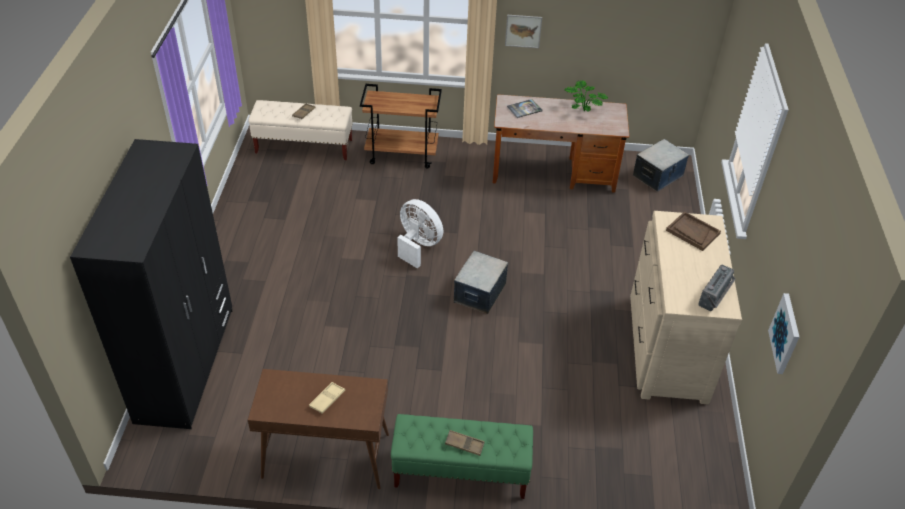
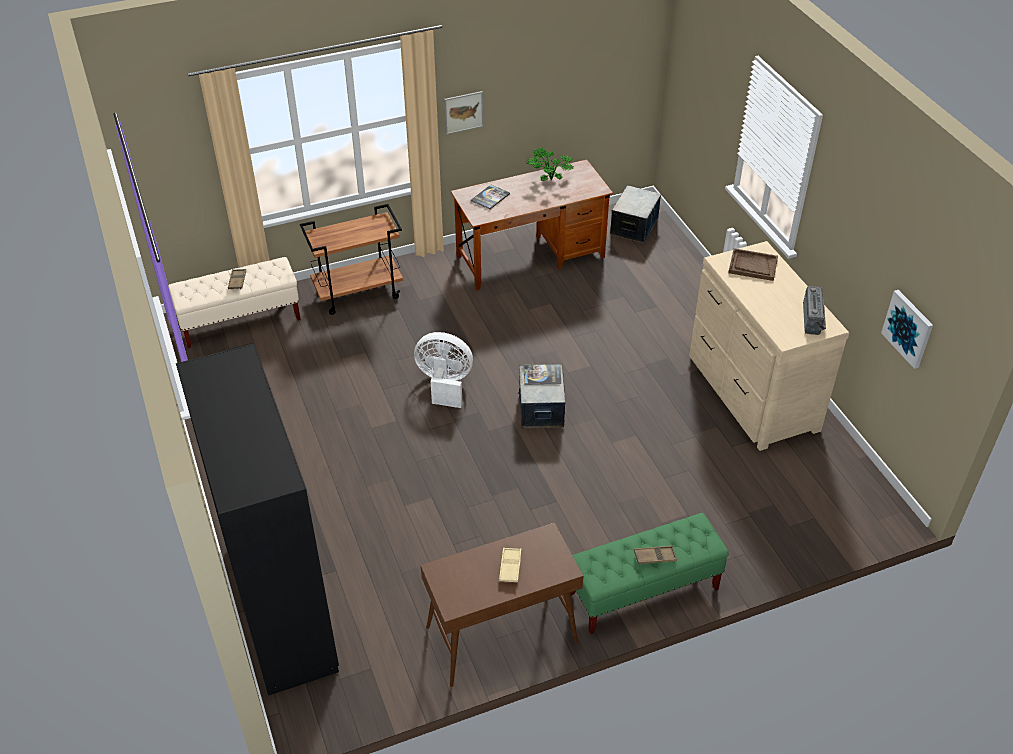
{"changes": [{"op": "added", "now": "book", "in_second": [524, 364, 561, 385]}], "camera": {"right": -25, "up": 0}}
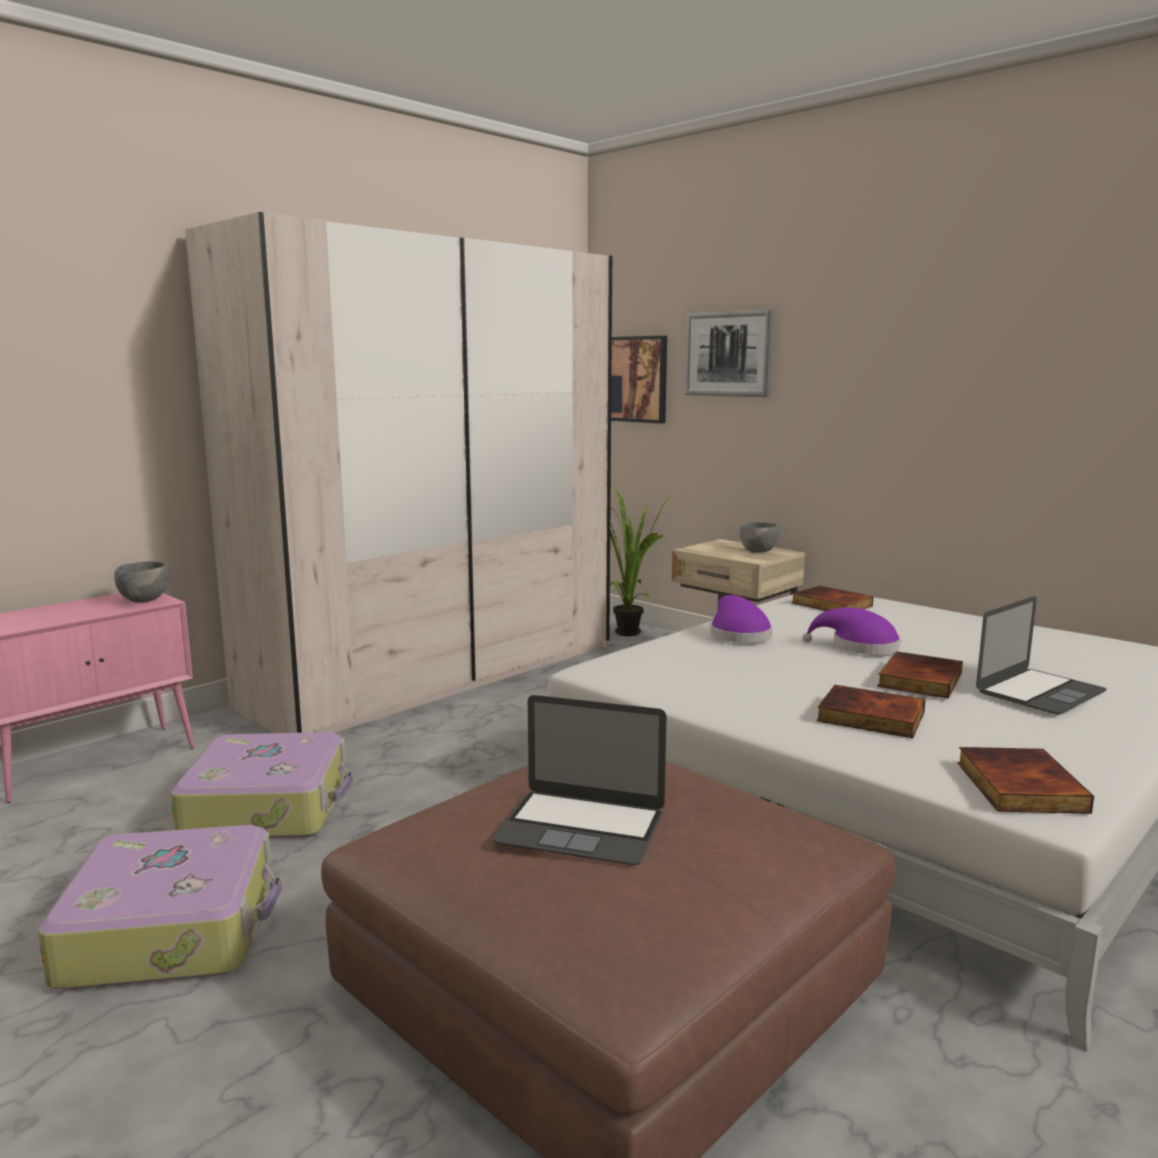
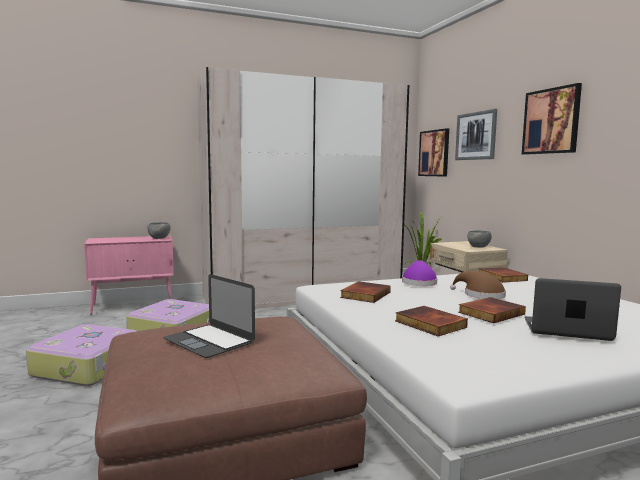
{"changes": [{"op": "recoloured", "was": "hat in purple", "now": "hat in brown", "in_first": [802, 607, 900, 654], "in_second": [450, 271, 506, 299]}, {"op": "moved", "was": "book", "in_first": [957, 747, 1094, 814], "in_second": [340, 281, 391, 303]}, {"op": "turned", "was": "laptop", "in_first": [976, 596, 1107, 714], "in_second": [525, 278, 621, 341], "clockwise": -150}, {"op": "added", "now": "picture", "in_second": [522, 83, 582, 155]}], "camera": {"right": 25, "up": -5}}
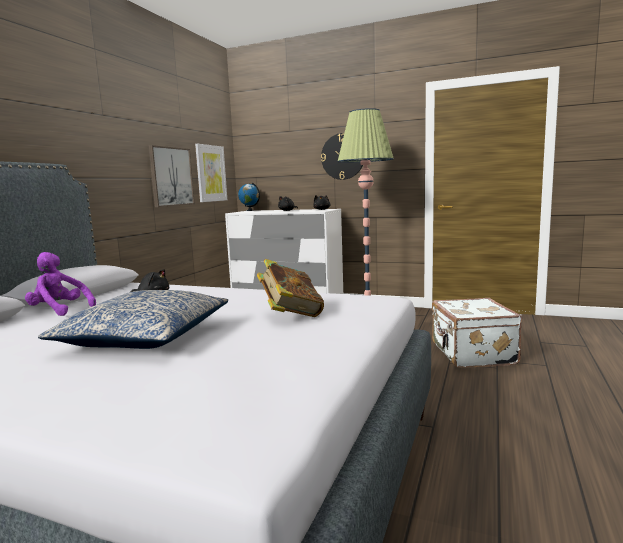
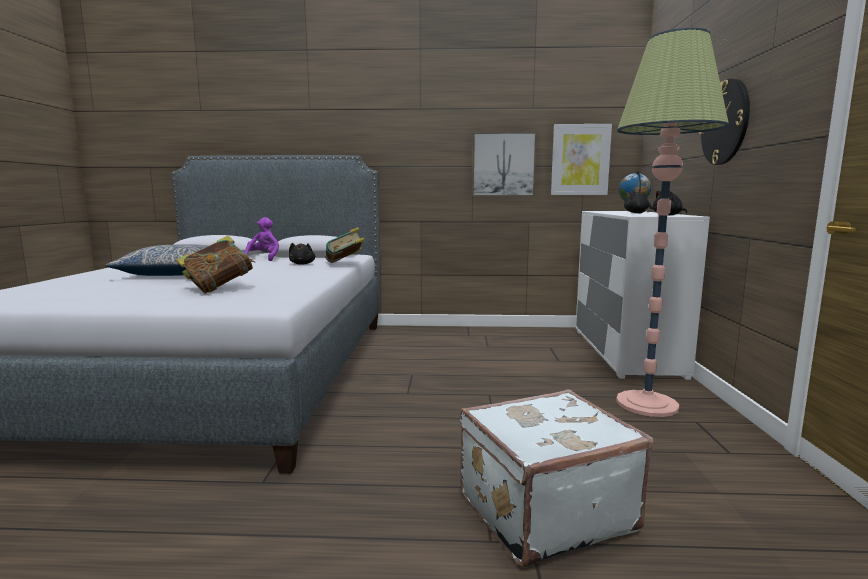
{"changes": [{"op": "added", "now": "book", "in_second": [325, 227, 365, 263]}], "camera": {"right": 70, "up": 0}}
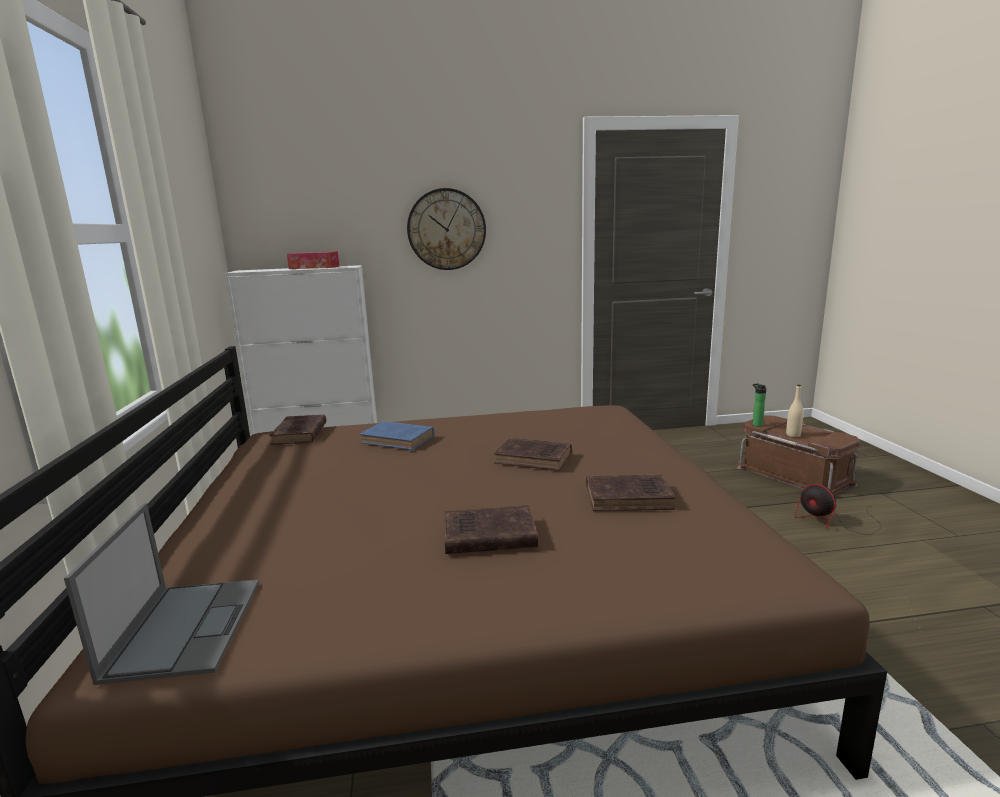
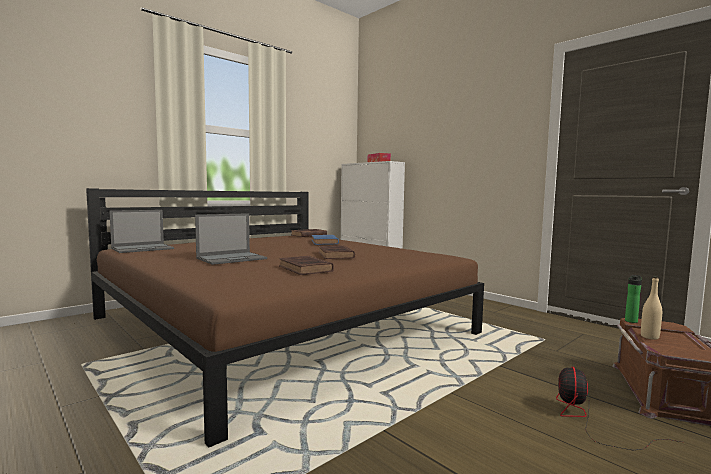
{"changes": [{"op": "removed", "was": "wall clock", "in_first": [407, 188, 486, 270]}, {"op": "replaced", "was": "book in brown", "now": "laptop", "in_first": [445, 505, 538, 554], "in_second": [195, 213, 267, 265]}], "camera": {"right": 55, "up": -10}}
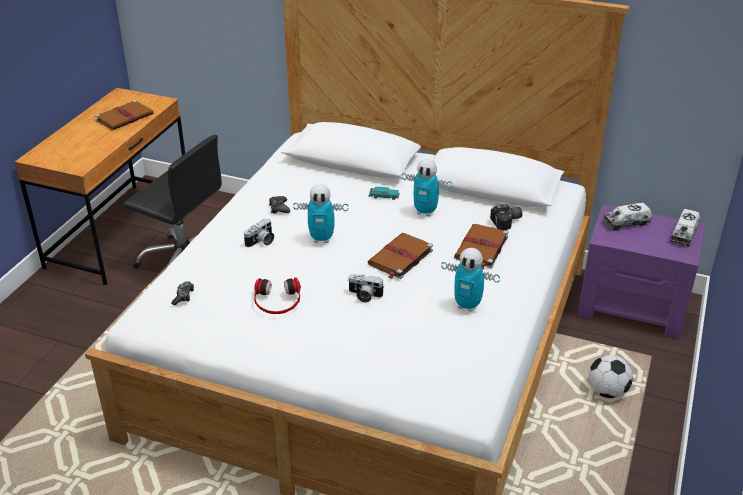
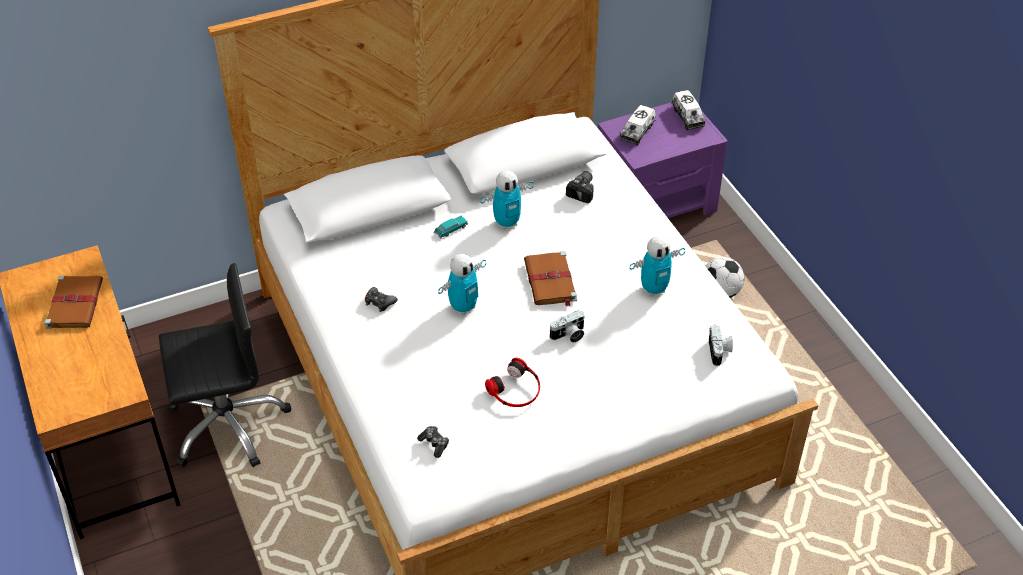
{"changes": [{"op": "moved", "was": "photo camera", "in_first": [244, 219, 274, 247], "in_second": [709, 325, 733, 366]}, {"op": "removed", "was": "book in brown", "in_first": [454, 224, 509, 269]}], "camera": {"right": -45, "up": 10}}
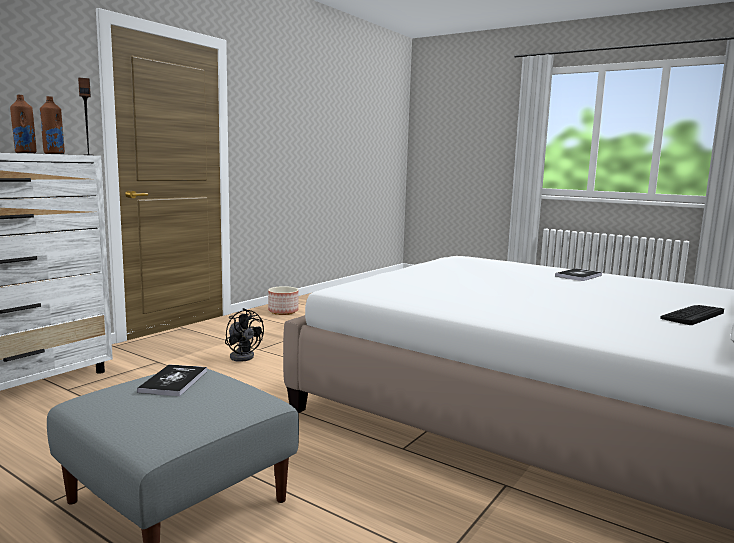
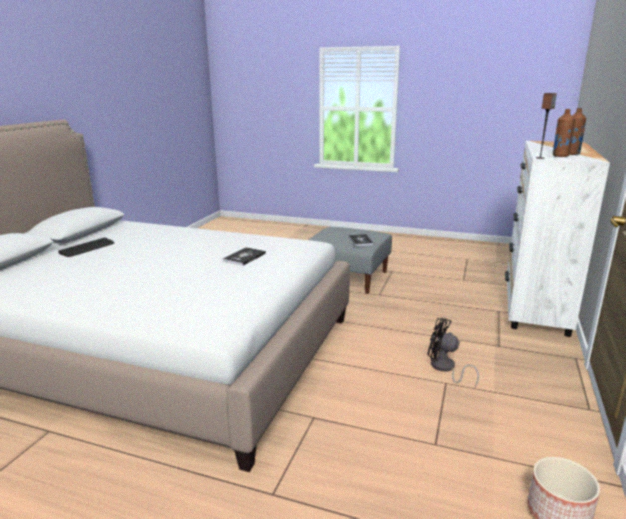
{"changes": [{"op": "moved", "was": "book", "in_first": [555, 268, 602, 281], "in_second": [223, 247, 266, 266]}], "camera": {"right": 165, "up": 10}}
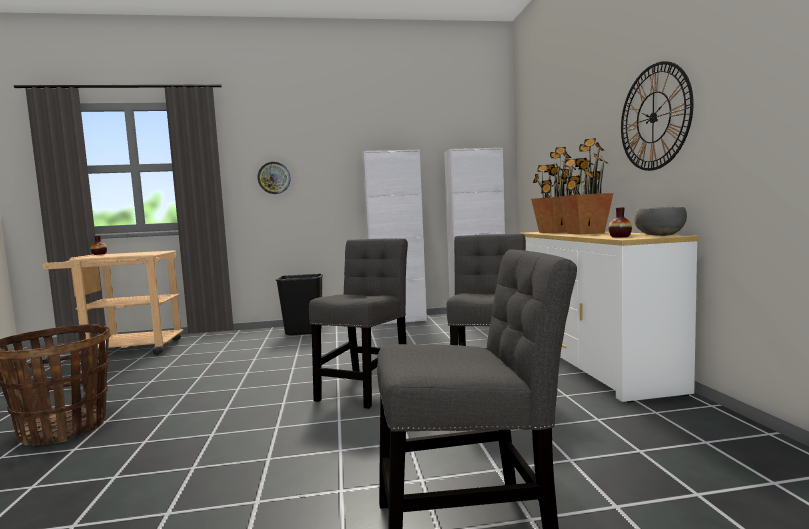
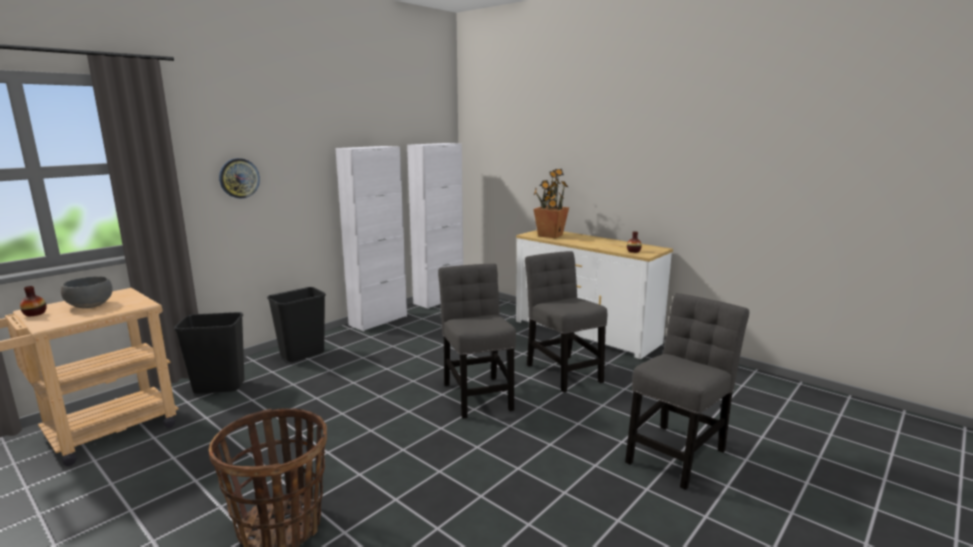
{"changes": [{"op": "removed", "was": "potted plant", "in_first": [559, 138, 613, 234]}, {"op": "removed", "was": "wall clock", "in_first": [621, 61, 693, 171]}, {"op": "moved", "was": "bowl in grey", "in_first": [634, 207, 687, 236], "in_second": [61, 276, 113, 308]}, {"op": "added", "now": "trash can in black", "in_second": [174, 312, 245, 394]}], "camera": {"right": -40, "up": 10}}
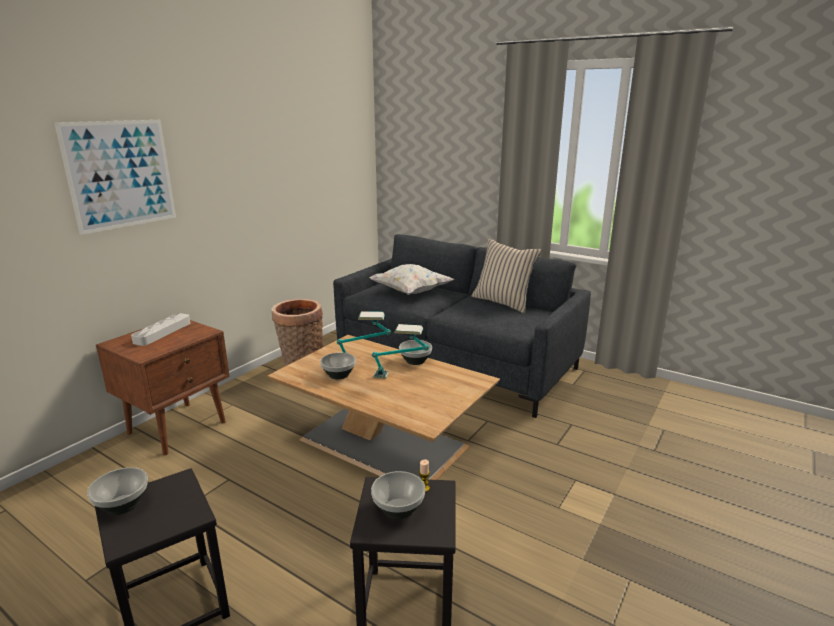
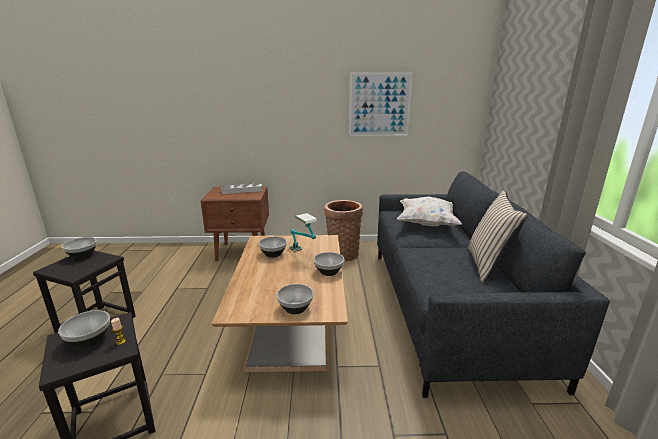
{"changes": [{"op": "moved", "was": "picture", "in_first": [55, 120, 176, 235], "in_second": [349, 72, 413, 136]}, {"op": "removed", "was": "table lamp", "in_first": [372, 324, 429, 379]}, {"op": "added", "now": "bowl", "in_second": [276, 284, 314, 314]}], "camera": {"right": 55, "up": 0}}
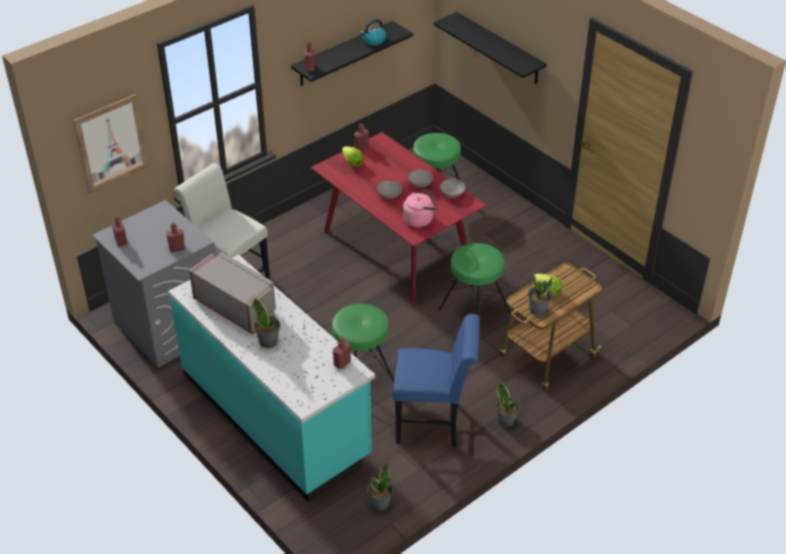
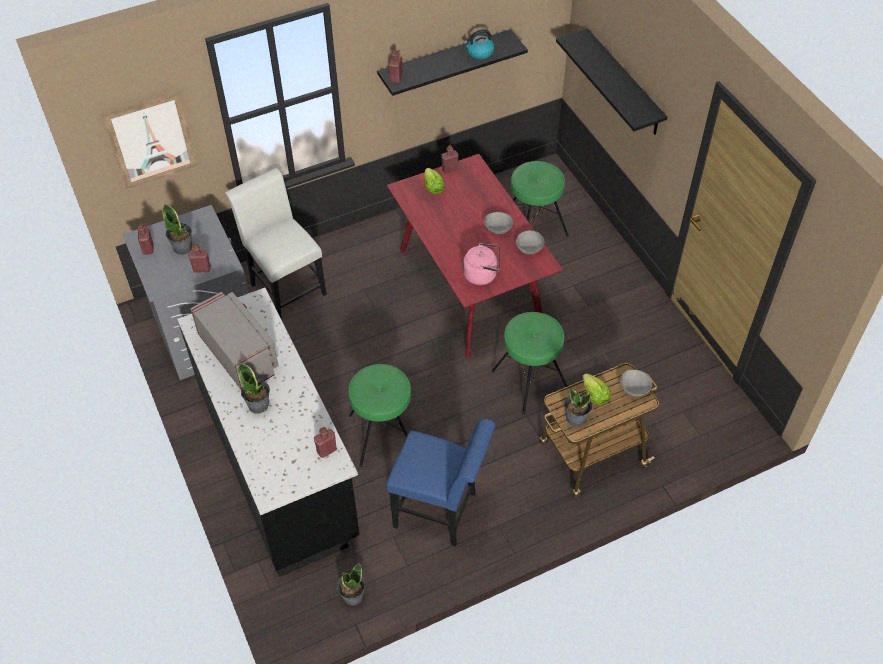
{"changes": [{"op": "recoloured", "was": "counter in turquoise", "now": "counter in black", "in_first": [168, 255, 375, 502], "in_second": [177, 288, 360, 577]}, {"op": "moved", "was": "bowl in grey", "in_first": [377, 181, 403, 199], "in_second": [620, 370, 652, 397]}, {"op": "moved", "was": "potted plant", "in_first": [496, 382, 520, 427], "in_second": [162, 203, 192, 255]}], "camera": {"right": 15, "up": 10}}
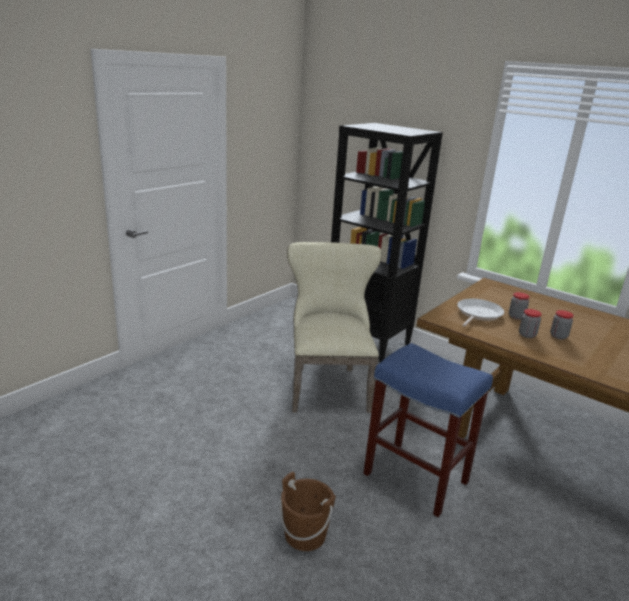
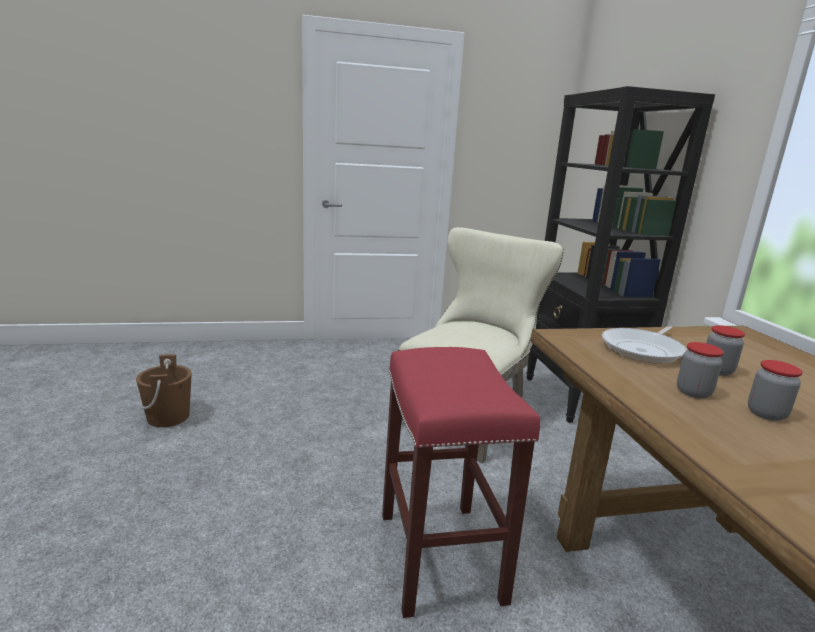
{"changes": [{"op": "moved", "was": "bucket in brown", "in_first": [280, 471, 336, 551], "in_second": [136, 354, 192, 427]}, {"op": "recoloured", "was": "stool in blue", "now": "stool in red", "in_first": [364, 343, 493, 517], "in_second": [382, 347, 540, 618]}, {"op": "turned", "was": "frying pan", "in_first": [457, 299, 504, 327], "in_second": [602, 326, 687, 363], "clockwise": 150}], "camera": {"right": 40, "up": -5}}
